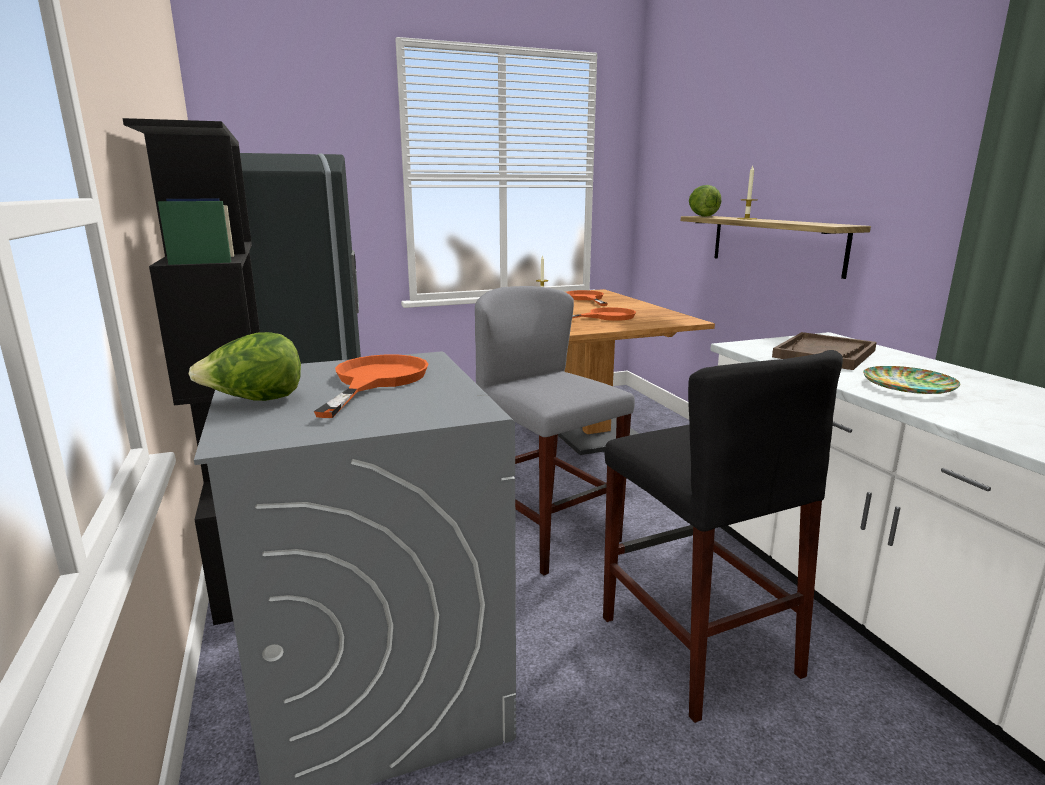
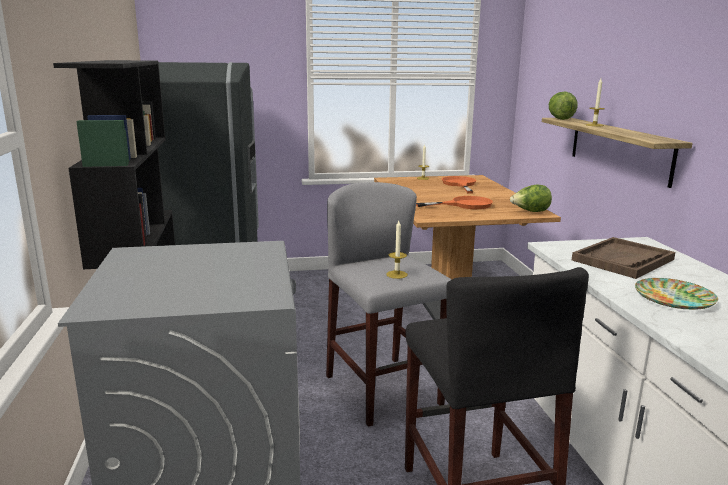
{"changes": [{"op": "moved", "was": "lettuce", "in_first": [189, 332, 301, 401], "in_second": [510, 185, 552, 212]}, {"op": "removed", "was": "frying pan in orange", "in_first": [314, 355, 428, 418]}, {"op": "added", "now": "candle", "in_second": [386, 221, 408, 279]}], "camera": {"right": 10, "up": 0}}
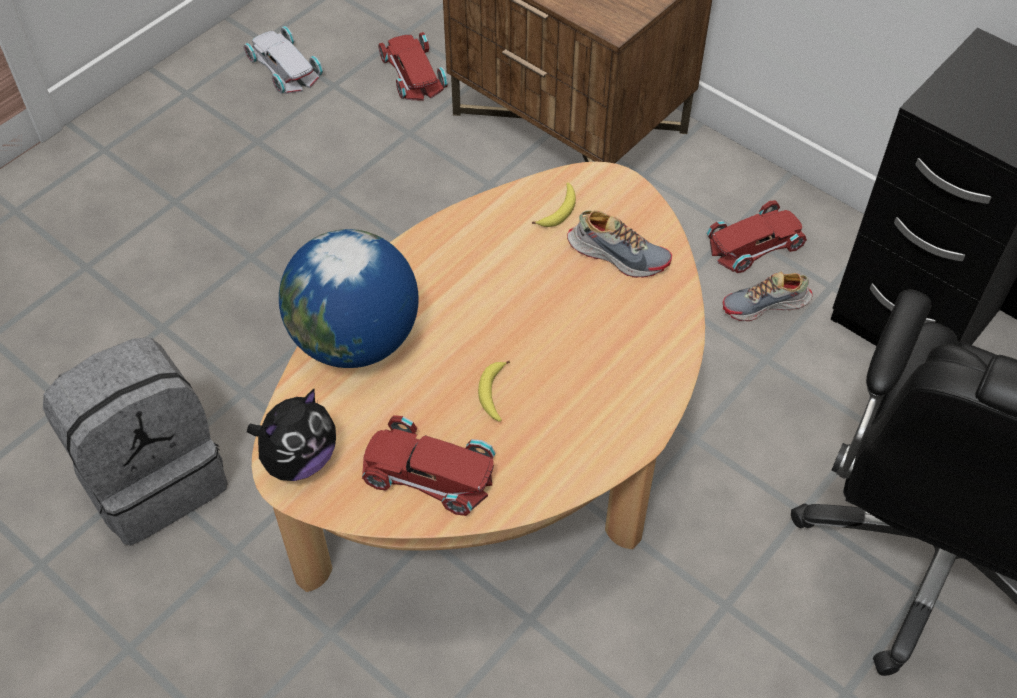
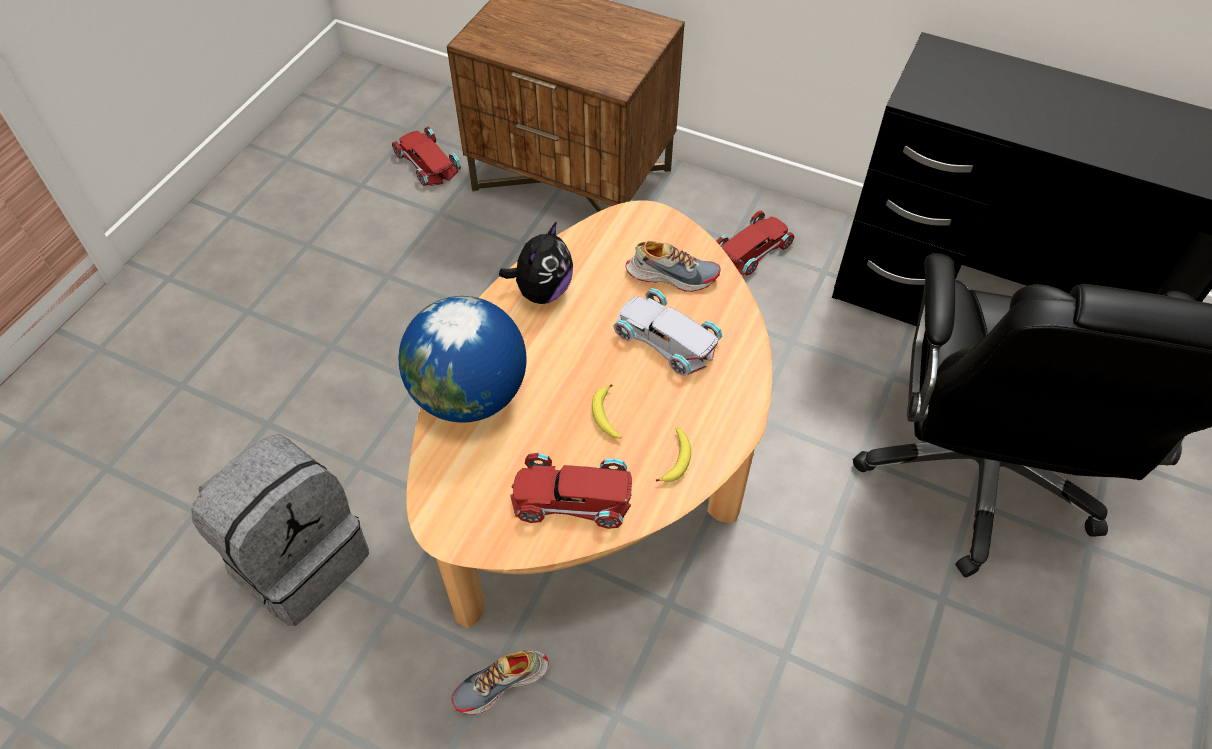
{"changes": [{"op": "moved", "was": "toy car in white", "in_first": [244, 26, 323, 94], "in_second": [614, 288, 723, 376]}, {"op": "moved", "was": "plush toy", "in_first": [247, 388, 336, 481], "in_second": [499, 221, 573, 304]}, {"op": "moved", "was": "banana", "in_first": [532, 183, 576, 227], "in_second": [656, 427, 691, 482]}, {"op": "moved", "was": "shoe", "in_first": [723, 272, 813, 321], "in_second": [452, 651, 549, 715]}], "camera": {"right": -15, "up": 0}}
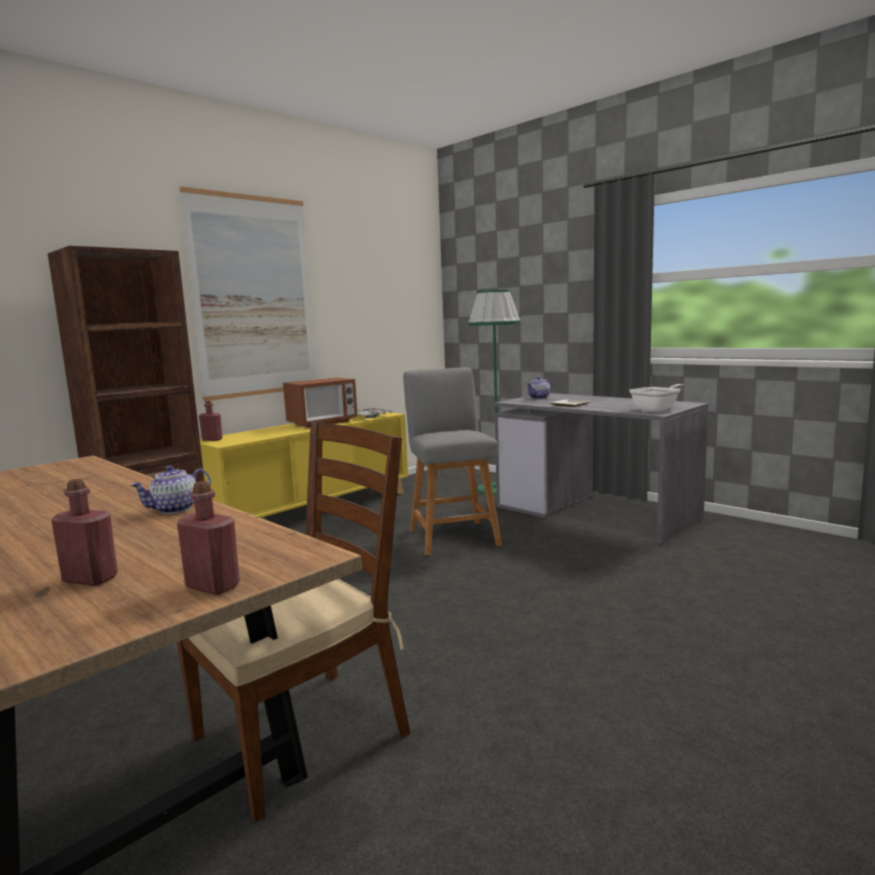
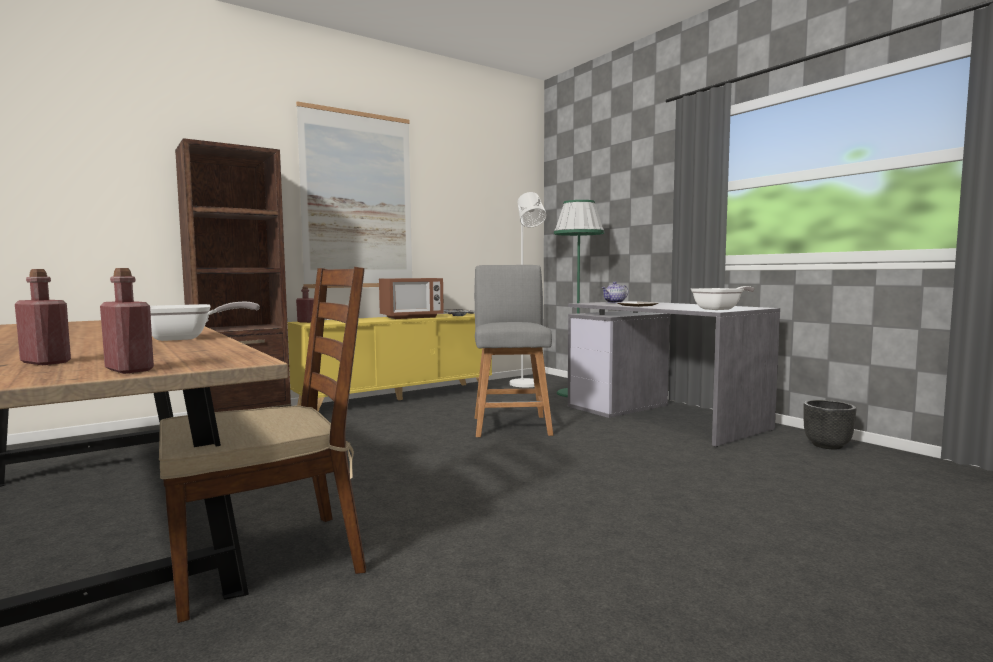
{"changes": [{"op": "replaced", "was": "teapot", "now": "frying pan", "in_first": [131, 465, 211, 514], "in_second": [150, 302, 260, 341]}, {"op": "added", "now": "floor lamp in white", "in_second": [510, 192, 547, 387]}, {"op": "added", "now": "planter in black", "in_second": [803, 400, 856, 449]}], "camera": {"right": 10, "up": -5}}
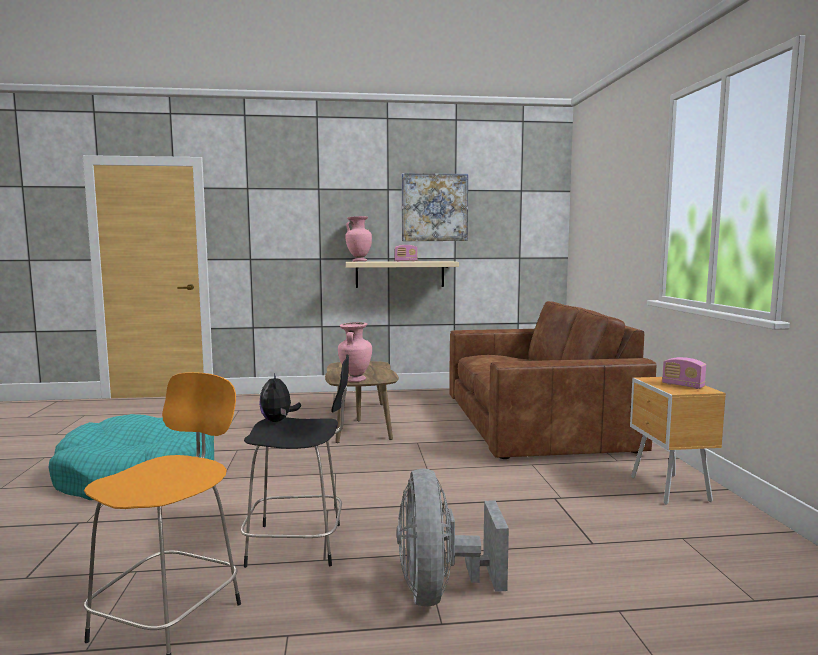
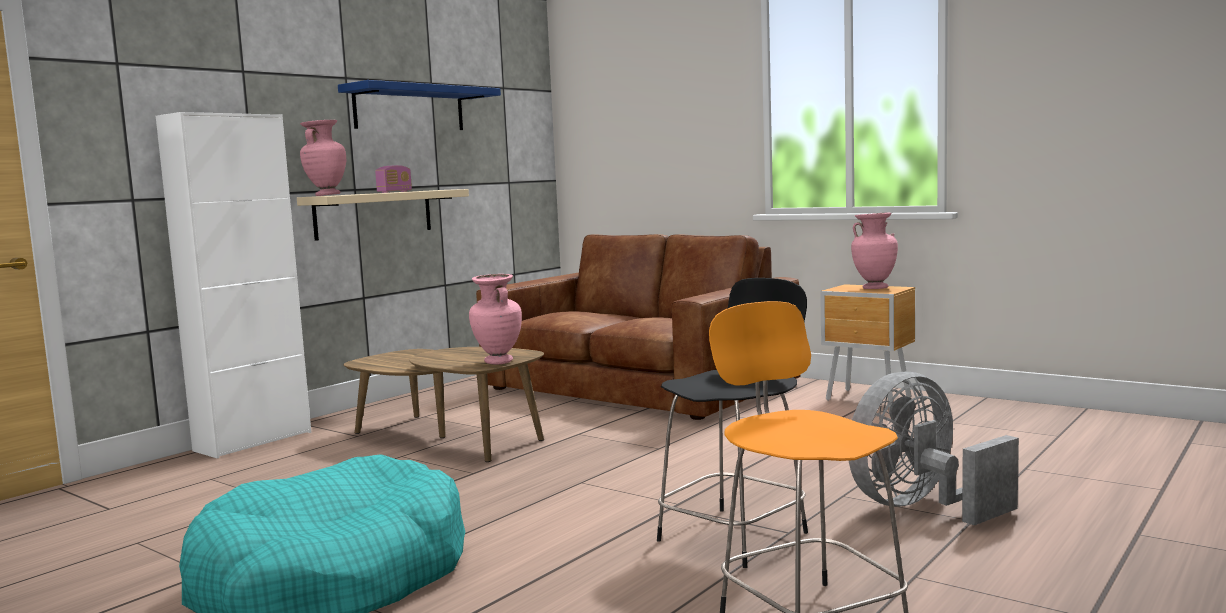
{"changes": [{"op": "removed", "was": "plush toy", "in_first": [259, 373, 301, 422]}, {"op": "turned", "was": "fan in grey", "in_first": [397, 469, 509, 607], "in_second": [848, 372, 1019, 525], "clockwise": 105}, {"op": "replaced", "was": "picture", "now": "shelf in blue", "in_first": [402, 173, 468, 241], "in_second": [338, 80, 501, 130]}, {"op": "replaced", "was": "radio", "now": "vase in pink", "in_first": [662, 357, 706, 389], "in_second": [851, 213, 898, 289]}, {"op": "added", "now": "cabinet in white", "in_second": [156, 112, 311, 458]}], "camera": {"right": -45, "up": 0}}
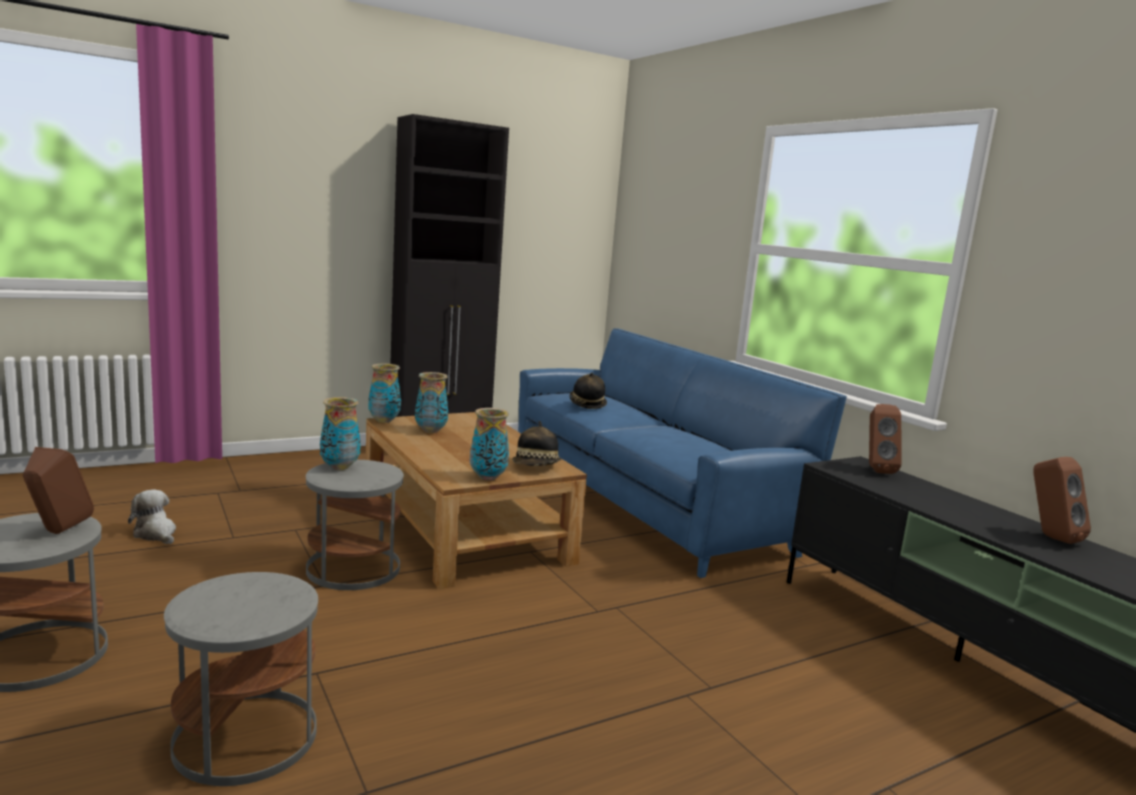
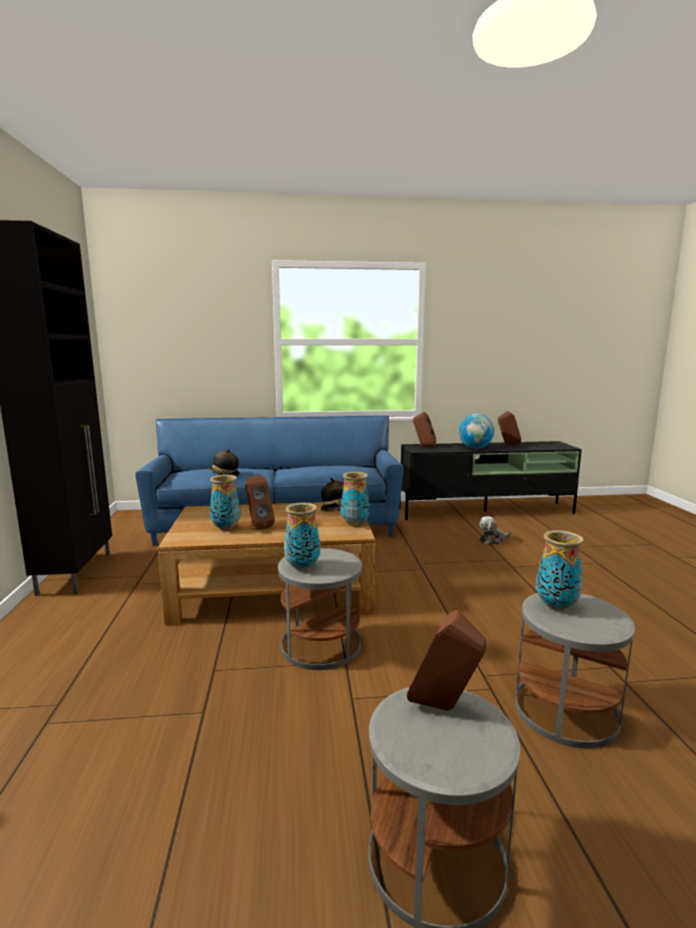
{"changes": [{"op": "moved", "was": "plush toy", "in_first": [128, 489, 176, 544], "in_second": [479, 516, 511, 545]}, {"op": "moved", "was": "vase", "in_first": [368, 364, 401, 423], "in_second": [536, 530, 584, 611]}, {"op": "added", "now": "speaker in brown", "in_second": [245, 475, 275, 530]}, {"op": "added", "now": "globe", "in_second": [459, 414, 494, 449]}], "camera": {"right": -65, "up": 0}}
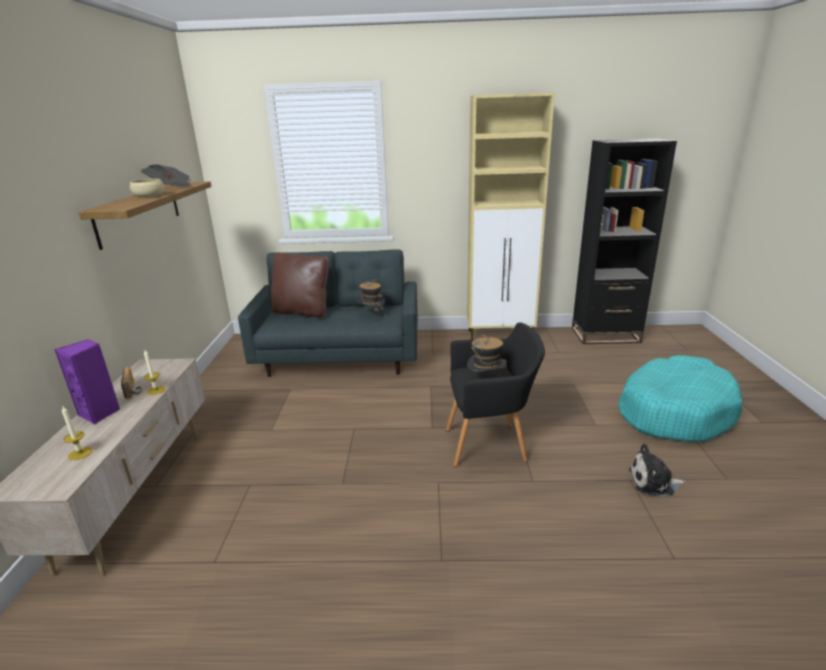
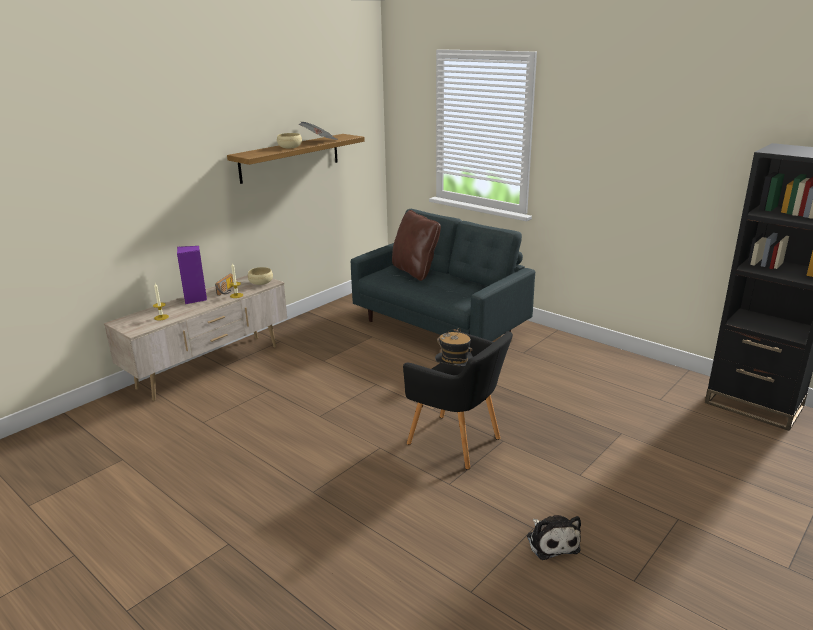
{"changes": [{"op": "removed", "was": "hat", "in_first": [357, 280, 385, 312]}, {"op": "removed", "was": "cabinet in beige", "in_first": [467, 93, 555, 340]}, {"op": "removed", "was": "dog bed in turquoise", "in_first": [618, 355, 742, 442]}, {"op": "turned", "was": "plush toy", "in_first": [629, 444, 686, 496], "in_second": [527, 515, 581, 560], "clockwise": -150}, {"op": "added", "now": "bowl in beige", "in_second": [248, 267, 273, 285]}], "camera": {"right": 40, "up": 0}}
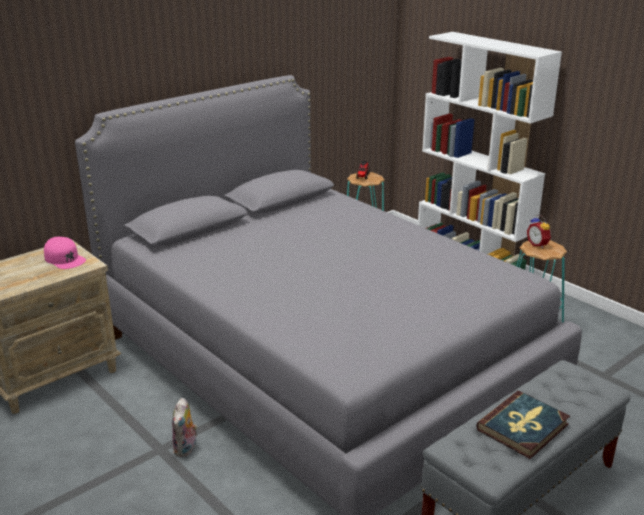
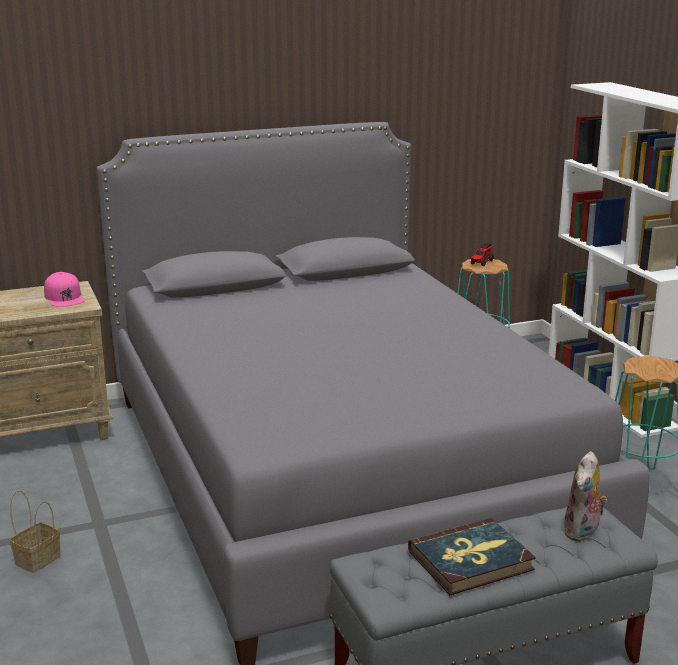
{"changes": [{"op": "moved", "was": "plush toy", "in_first": [172, 398, 198, 457], "in_second": [563, 451, 607, 542]}, {"op": "removed", "was": "alarm clock", "in_first": [527, 215, 551, 248]}, {"op": "added", "now": "basket", "in_second": [10, 490, 61, 573]}], "camera": {"right": 20, "up": -5}}
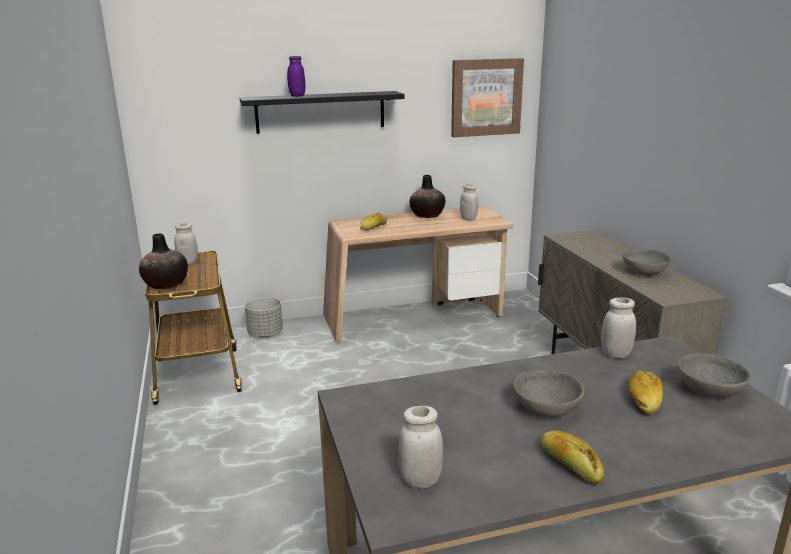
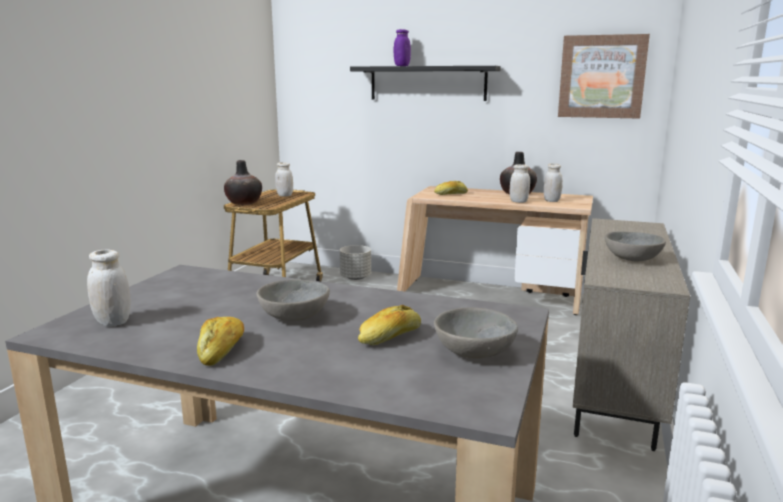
{"changes": [{"op": "moved", "was": "jar in white", "in_first": [601, 297, 636, 358], "in_second": [510, 164, 530, 203]}], "camera": {"right": 35, "up": -5}}
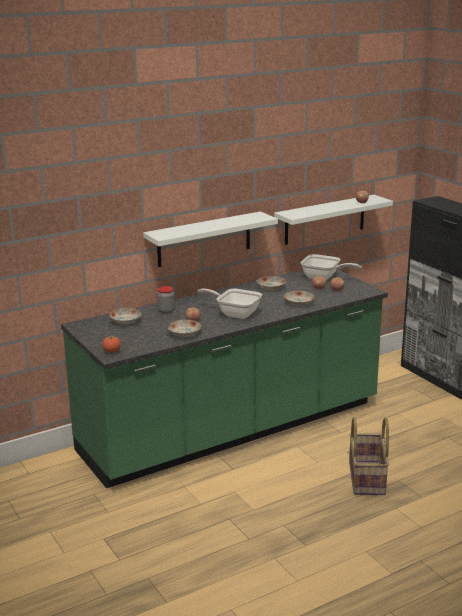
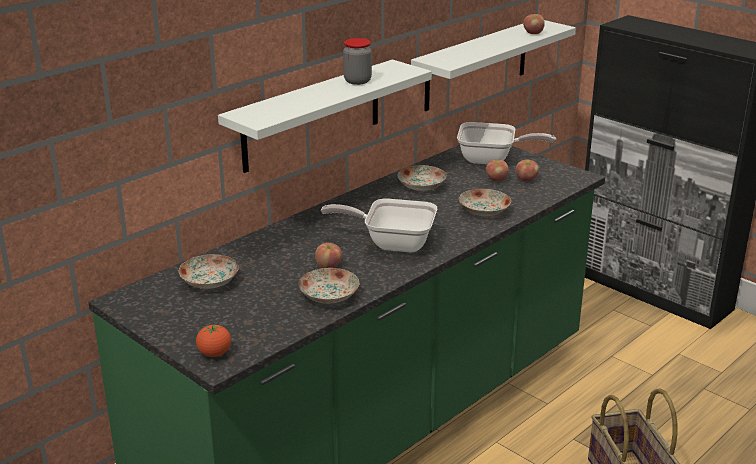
{"changes": [{"op": "moved", "was": "jar", "in_first": [157, 286, 175, 314], "in_second": [343, 38, 372, 85]}], "camera": {"right": -15, "up": 5}}
